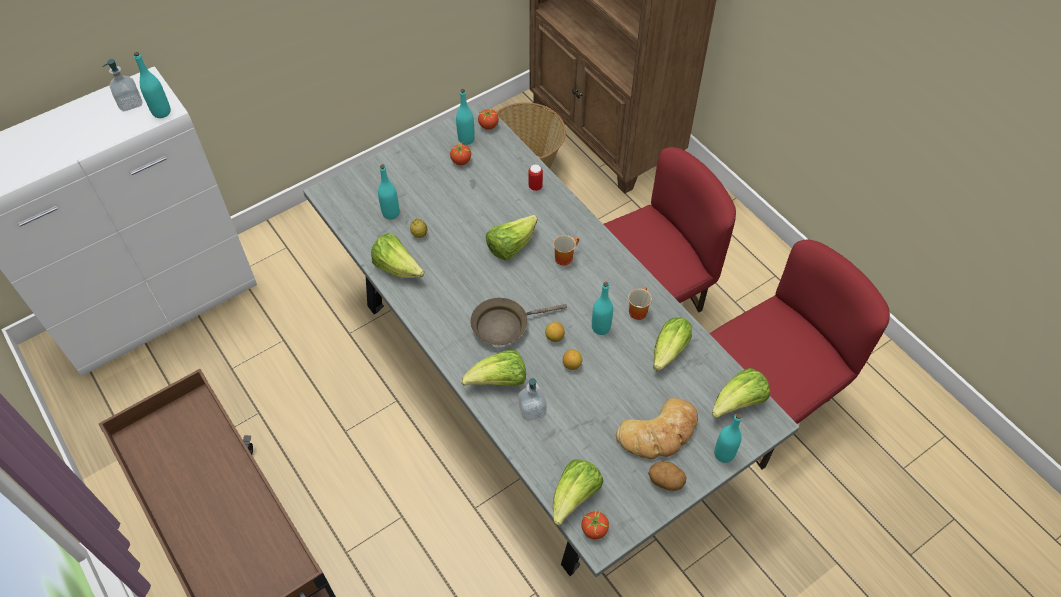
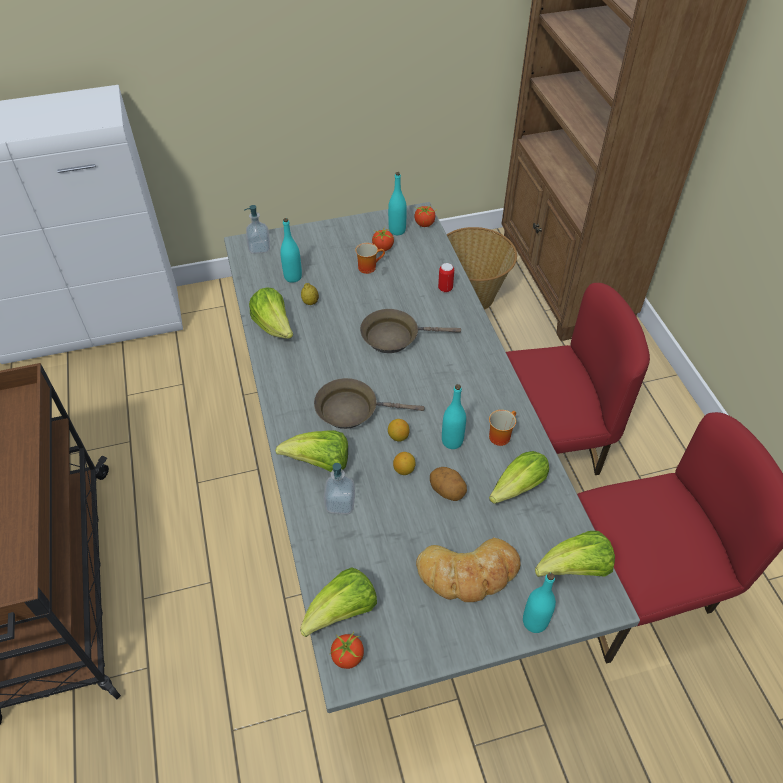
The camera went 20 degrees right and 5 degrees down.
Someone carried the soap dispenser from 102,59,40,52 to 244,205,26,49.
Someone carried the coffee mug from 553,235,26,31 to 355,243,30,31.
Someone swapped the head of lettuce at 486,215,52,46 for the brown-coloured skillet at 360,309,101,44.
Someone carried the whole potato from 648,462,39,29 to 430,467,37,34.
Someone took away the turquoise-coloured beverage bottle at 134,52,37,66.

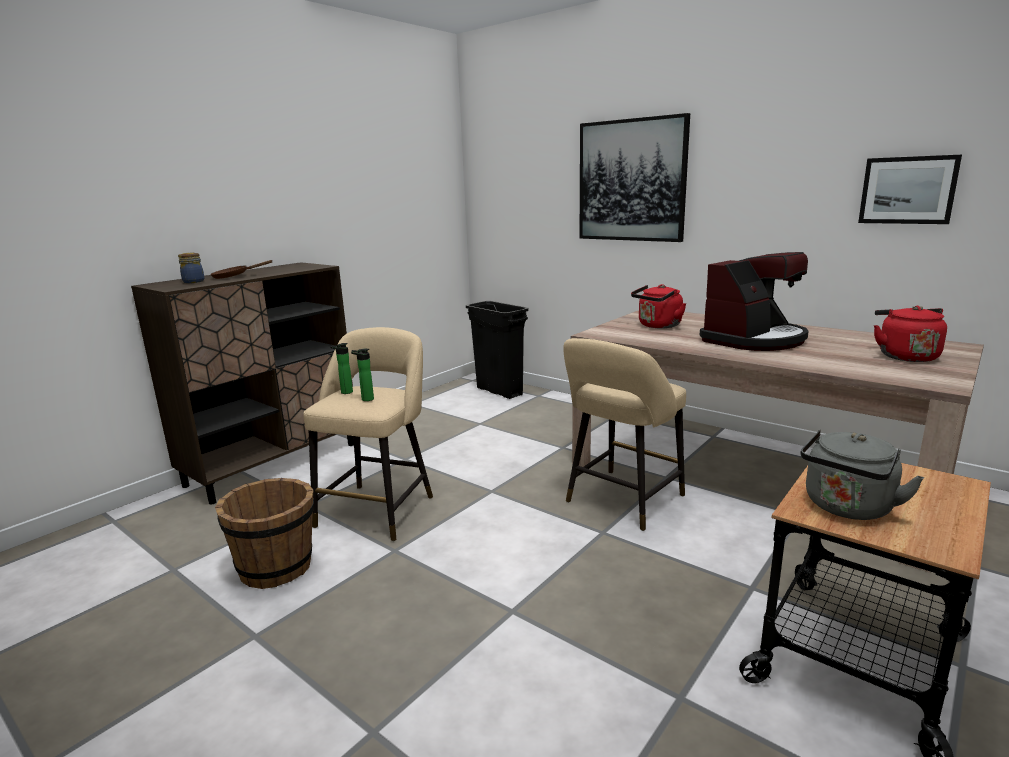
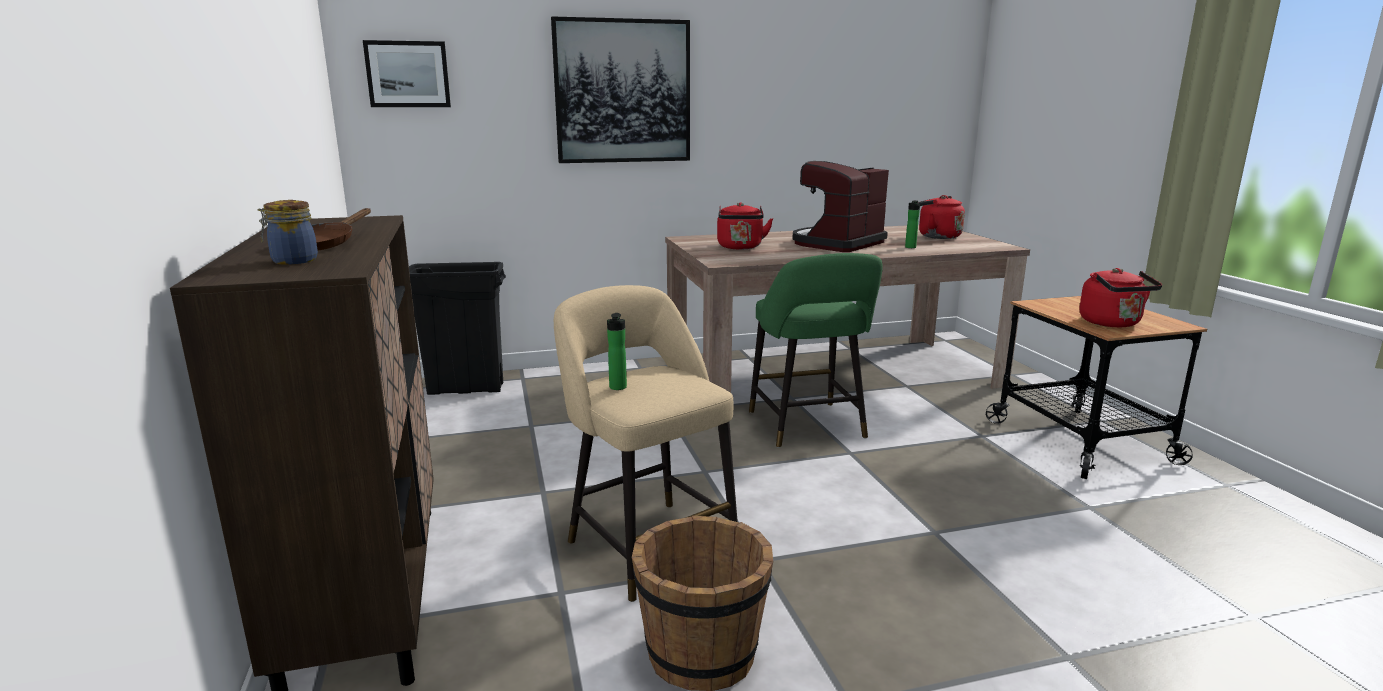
The camera went 55 degrees left and 0 degrees up.
Someone carried the wall art from 858,155,104,69 to 363,40,88,67.
Someone repainted the beige-coloured stool seat at 563,338,123,193, which became the green stool seat at 749,253,134,195.
Someone rotated the coffee machine at 700,252,109,99 by 135 degrees counterclockwise.
Someone carried the beverage bottle from 351,349,23,52 to 905,200,15,48.
Someone repainted the greyish water kettle at 801,429,123,91, which became the red water kettle at 1079,268,83,59.

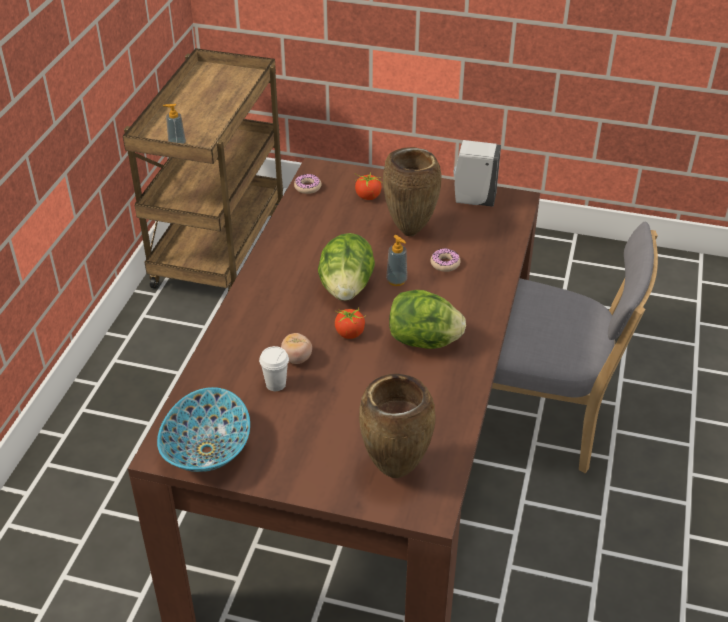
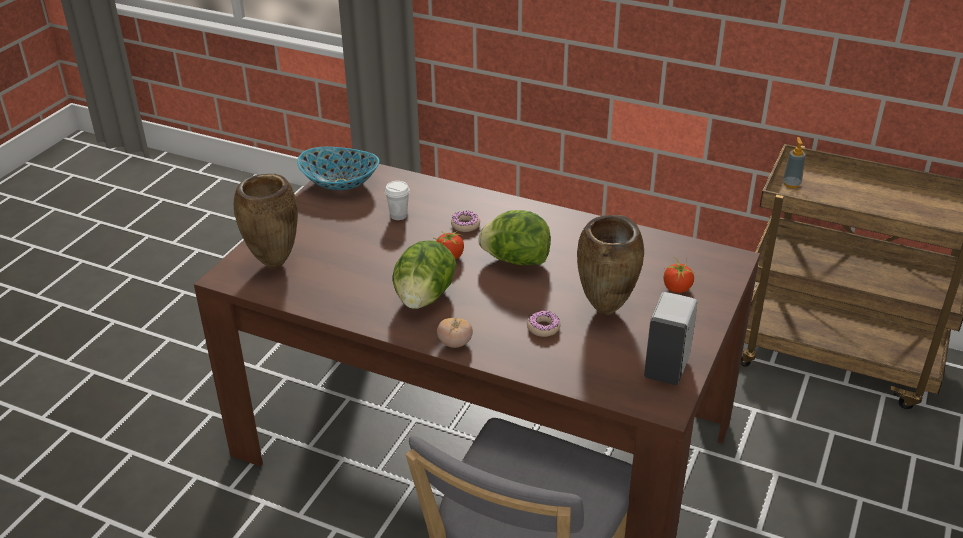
The camera went 100 degrees right and 5 degrees down.
Someone carried the fresh tomato from 281,333,31,31 to 437,318,36,30.
Someone carried the doughnut from 294,174,28,20 to 451,211,29,21.
Someone took away the soap dispenser at 386,235,21,51.

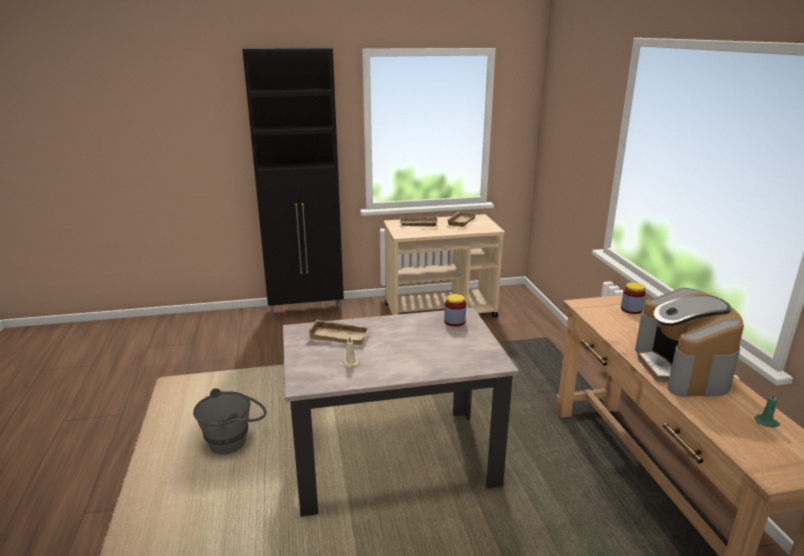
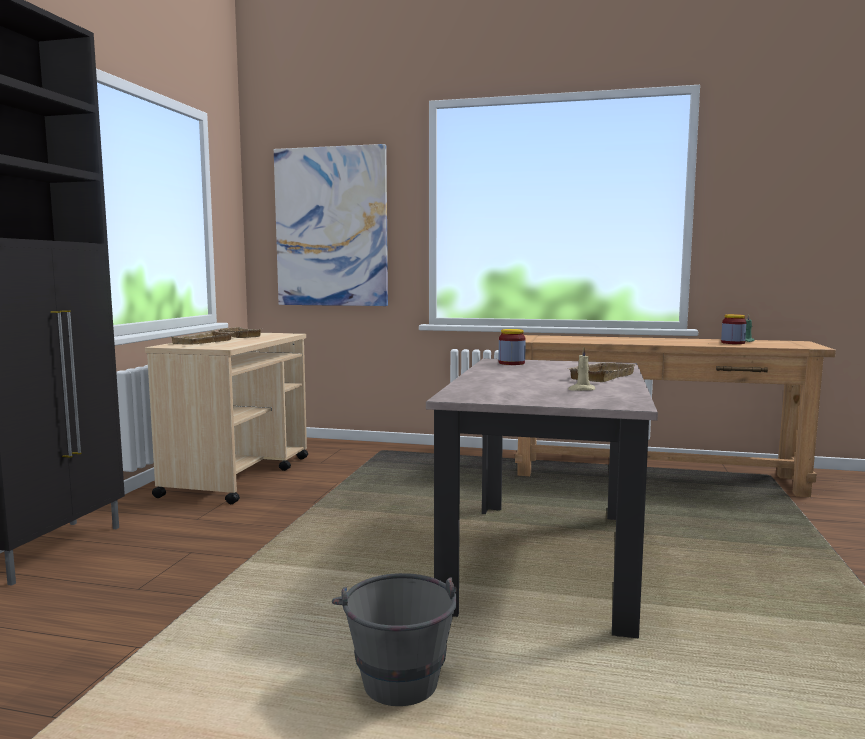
The camera went 65 degrees left and 15 degrees down.
Someone put up the wall art at 274,144,114,162.
Someone carried the beige-coloured serving tray from 307,320,63,25 to 565,362,71,20.
Someone carried the storage jar from 621,282,25,32 to 721,314,25,30.
Someone took away the coffee machine at 635,288,109,109.

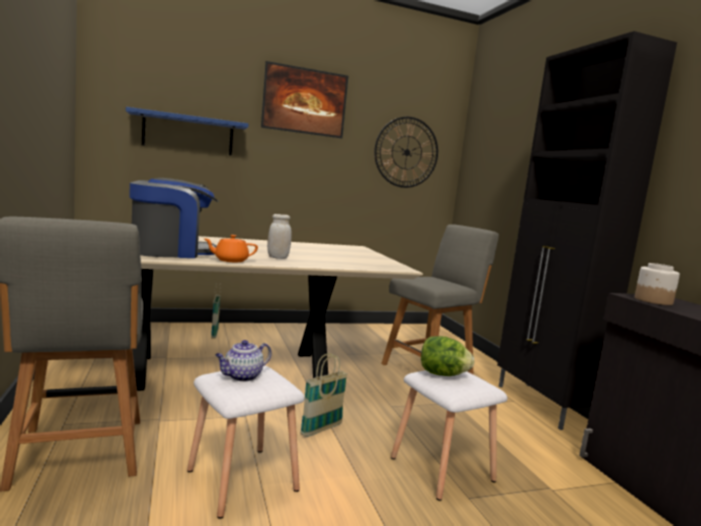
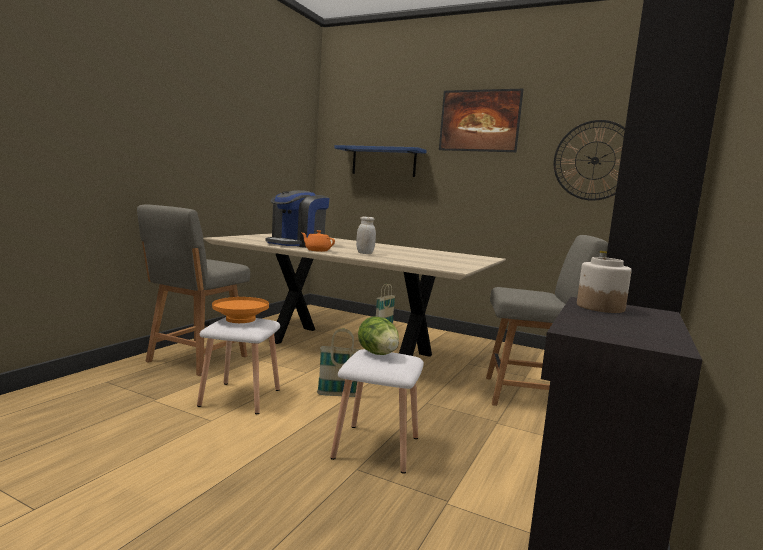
The camera went 45 degrees right and 0 degrees up.
Someone swapped the tea pot at 215,340,57,42 for the orange-coloured bowl at 212,297,57,26.
Someone rotated the coffee machine at 129,178,90,80 by 105 degrees clockwise.

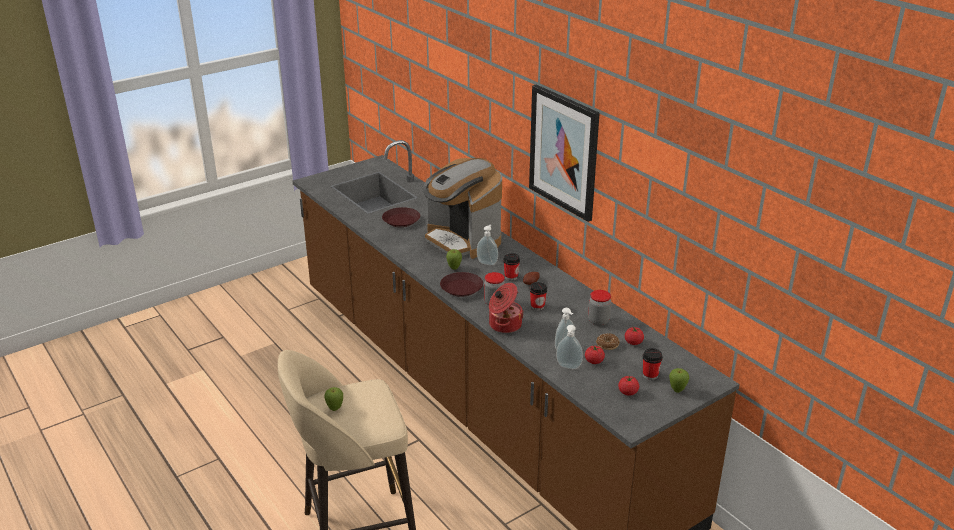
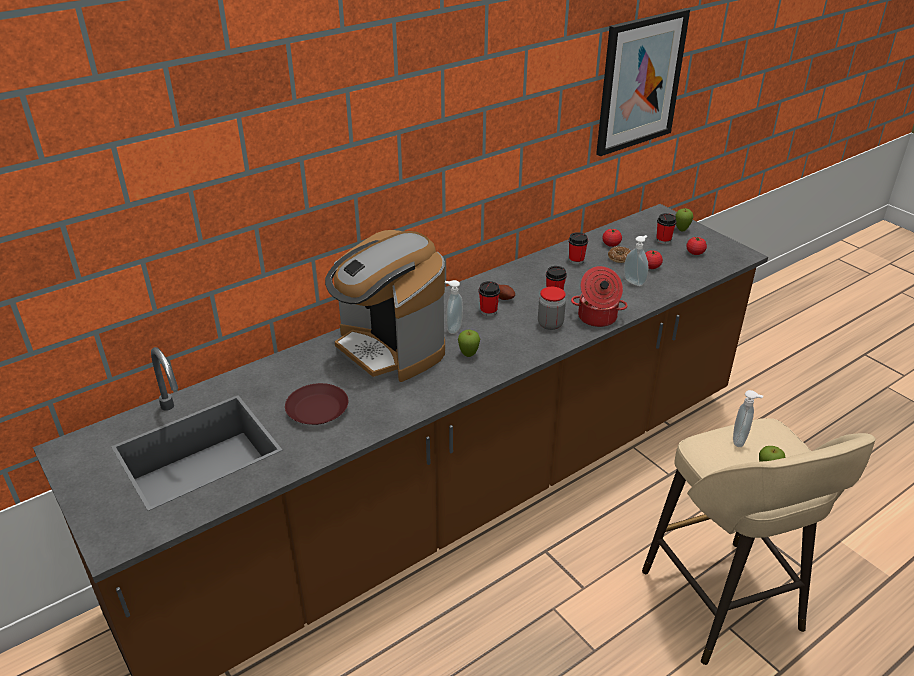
The camera went 90 degrees left and 5 degrees up.
Someone rotated the coffee machine at 422,158,80,101 by 90 degrees clockwise.
Someone swapped the storage jar at 588,290,23,36 for the small cup at 568,232,20,32.
Someone carried the wall art from 529,85,71,137 to 596,8,94,148.
Someone carried the soap dispenser from 556,325,27,44 to 733,390,30,57.
Someone took away the brown-coloured dinner plate at 440,272,43,25.

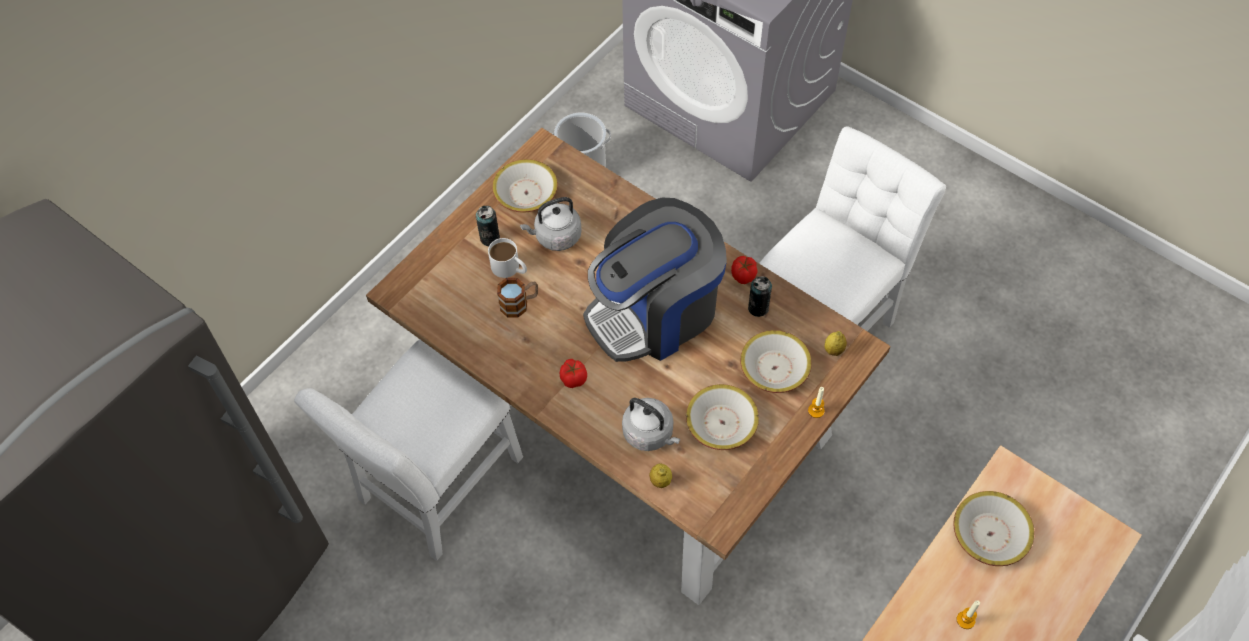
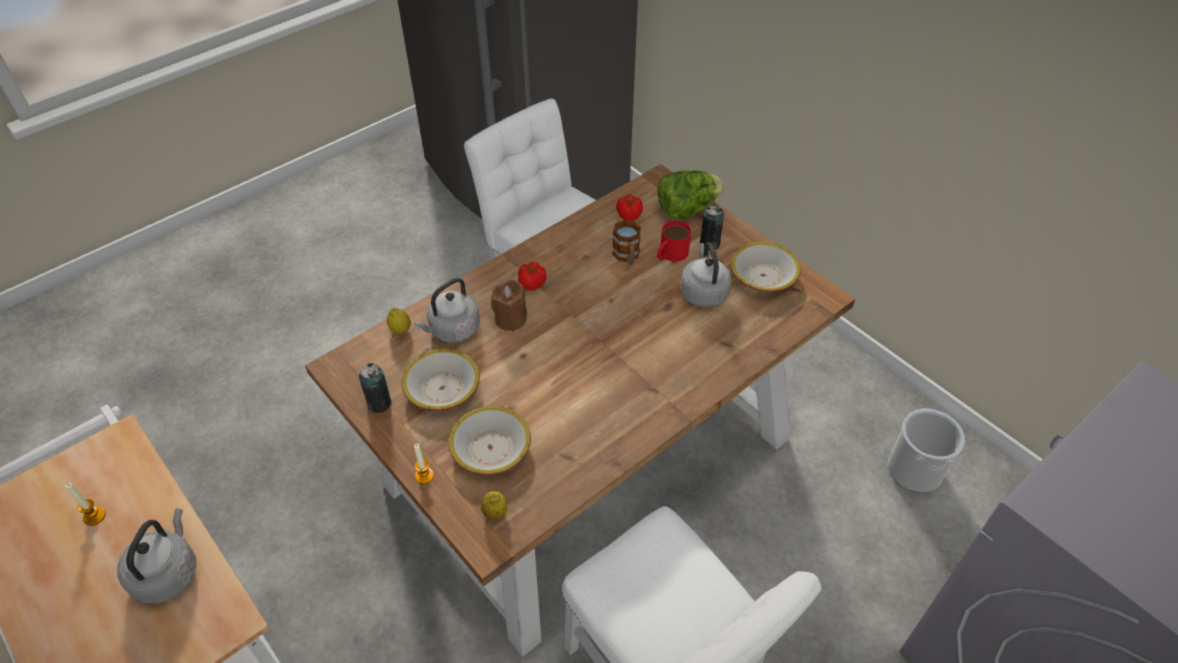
The camera went 100 degrees right and 10 degrees down.
Someone swapped the bowl at 953,491,81,75 for the greyish water kettle at 117,508,79,96.
Someone carried the metal can from 748,276,24,41 to 359,363,33,50.
Someone put down the brown-coloured wax light at 491,280,36,51.
Someone carried the fresh tomato from 731,256,26,28 to 616,194,27,27.
Someone put down the head of lettuce at 657,170,67,49.
Someone repainted the whitish coffee mug at 488,238,39,40, which became the red coffee mug at 657,221,34,41.
Someone took away the coffee machine at 583,197,144,165.

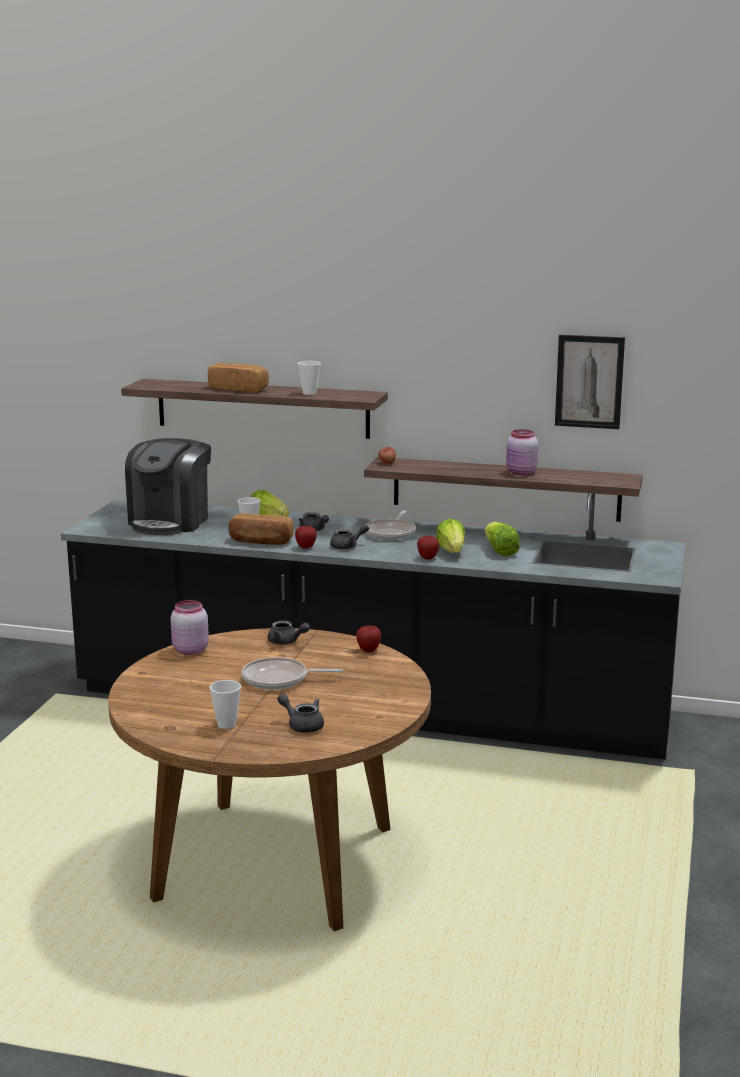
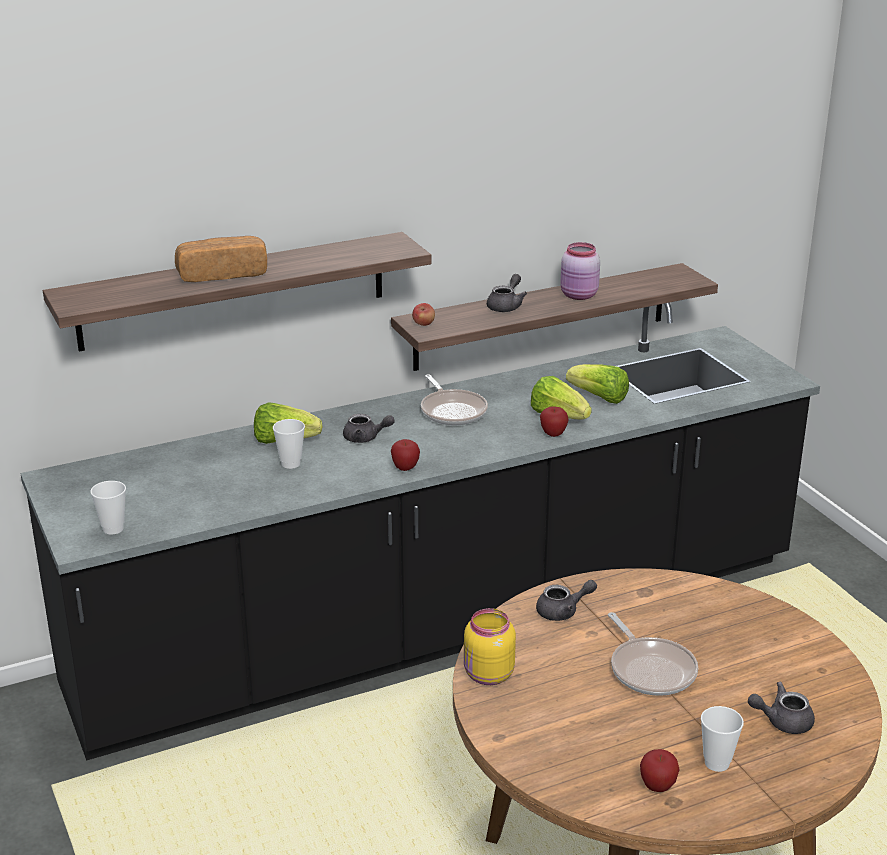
The camera went 40 degrees left and 10 degrees up.
Someone carried the small cup from 298,361,23,34 to 90,481,36,54.
Someone repainted the pink-coloured storage jar at 171,600,38,55, which became the yellow storage jar at 464,608,52,77.
Someone carried the greyish tea pot from 330,524,39,25 to 487,274,40,38.
Someone rotated the skillet at 241,657,102,33 by 75 degrees counterclockwise.
Someone carried the whole apple from 356,625,25,27 to 640,749,40,43.
Someone took away the coffee machine at 125,438,86,97.
Someone took away the baked bread at 228,513,66,32.
Someone took away the wall art at 555,335,70,94.

